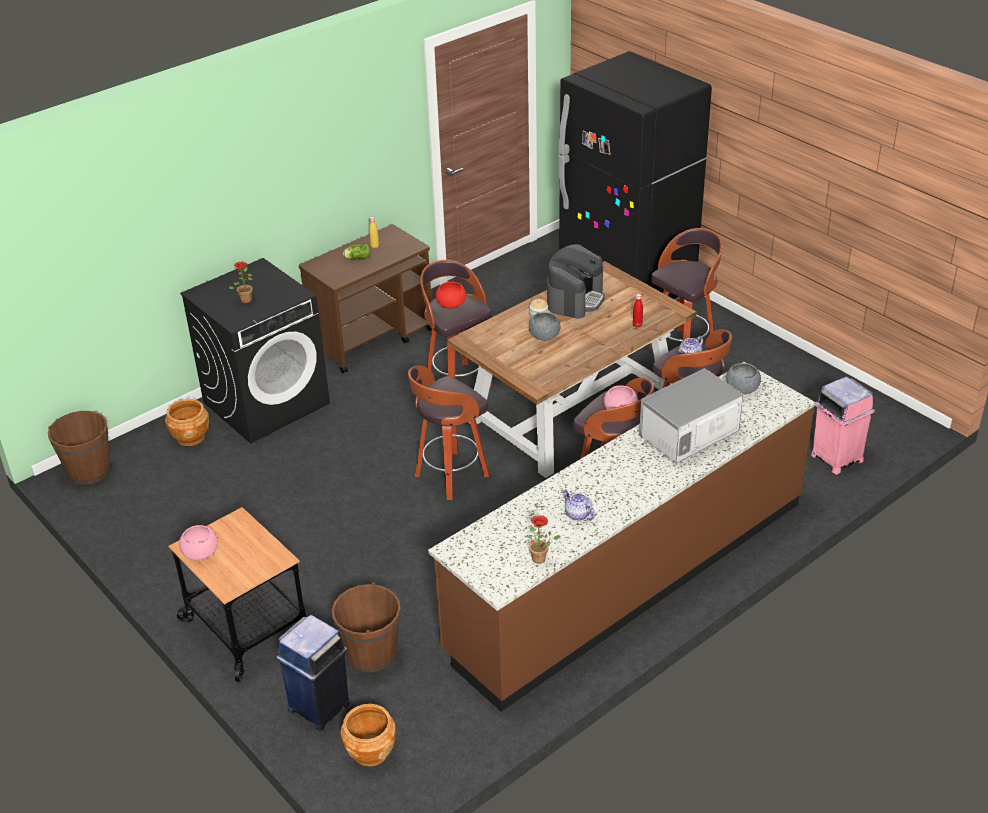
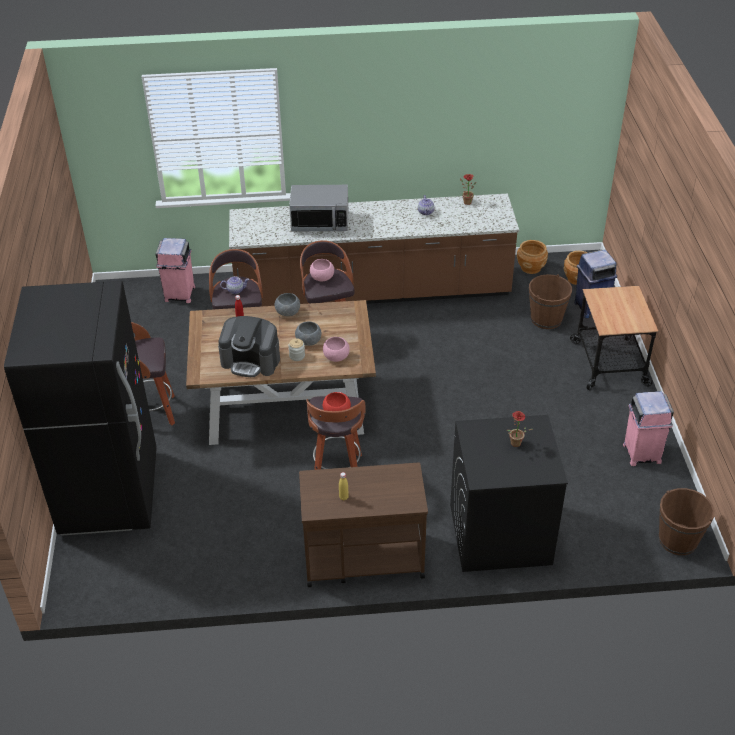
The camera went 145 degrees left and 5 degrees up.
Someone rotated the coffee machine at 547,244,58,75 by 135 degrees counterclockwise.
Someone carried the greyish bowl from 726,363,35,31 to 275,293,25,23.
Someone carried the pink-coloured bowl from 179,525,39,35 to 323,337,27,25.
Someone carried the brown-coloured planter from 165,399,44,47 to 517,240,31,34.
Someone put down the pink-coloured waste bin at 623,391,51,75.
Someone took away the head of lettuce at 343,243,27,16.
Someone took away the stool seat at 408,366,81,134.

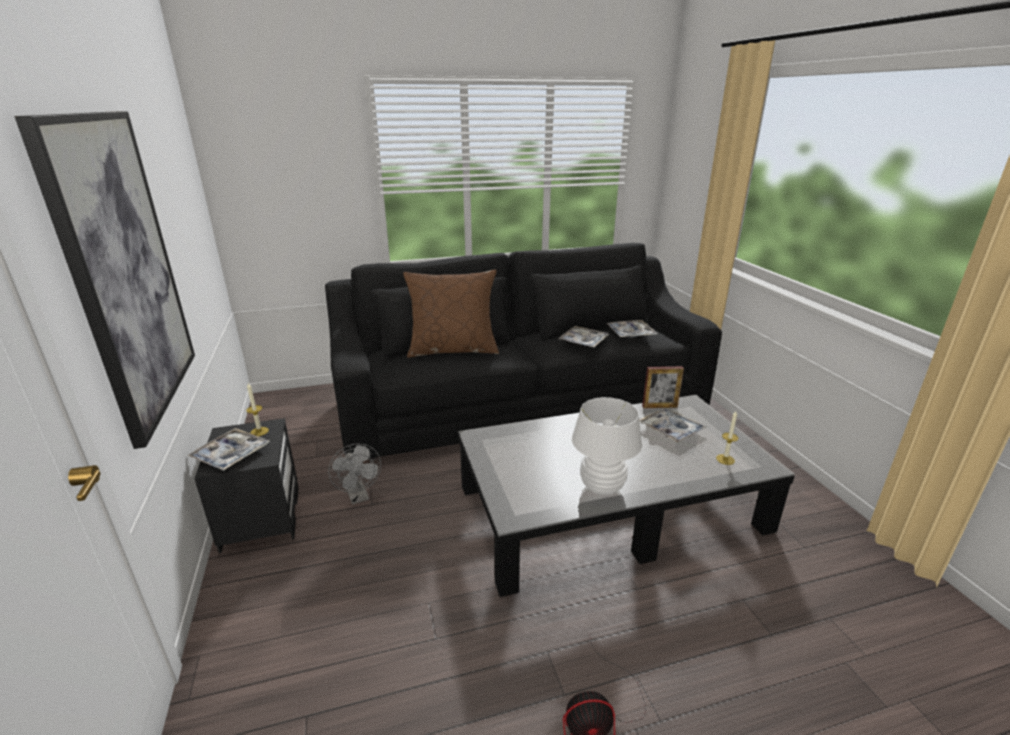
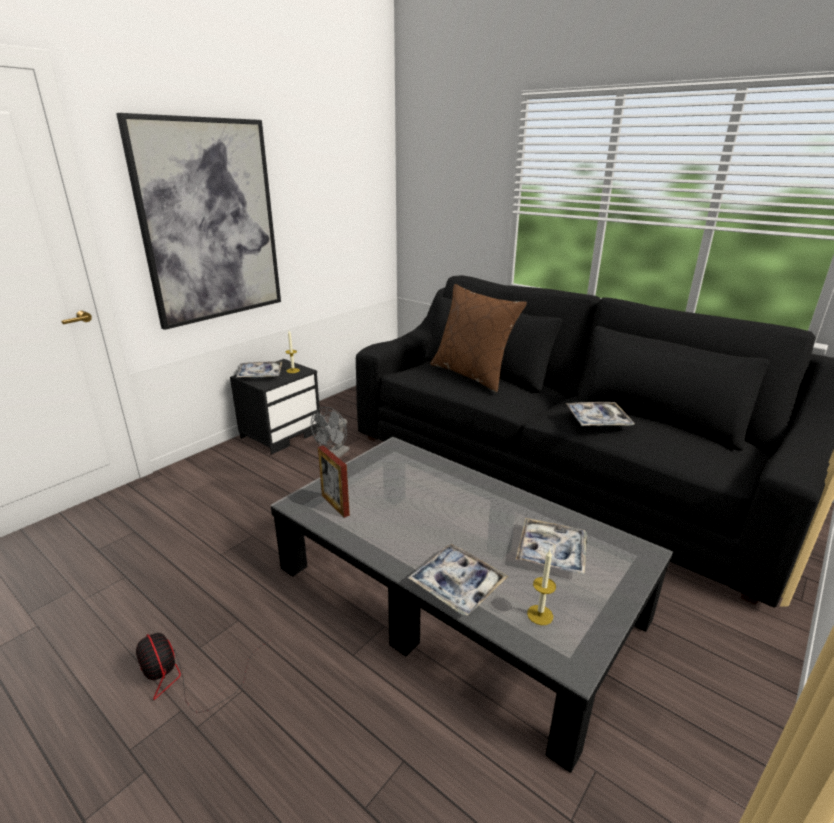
The camera went 55 degrees right and 0 degrees up.
Someone carried the photo frame from 642,366,42,42 to 318,445,32,73.
Someone carried the serving tray from 607,320,51,17 to 408,544,100,72.
Someone took away the whitish table lamp at 572,397,70,98.

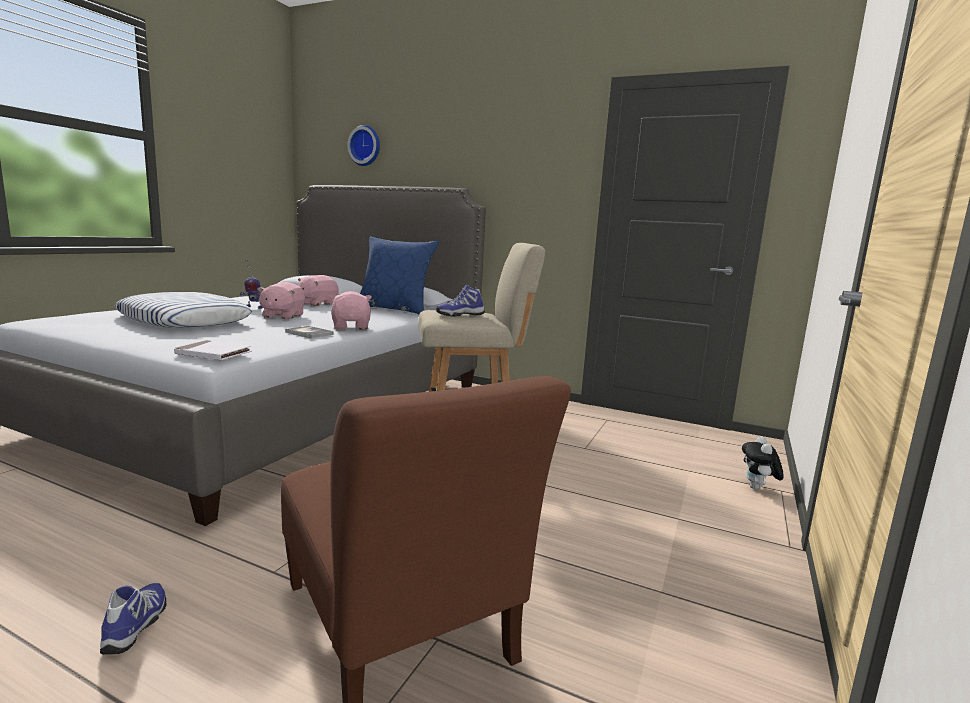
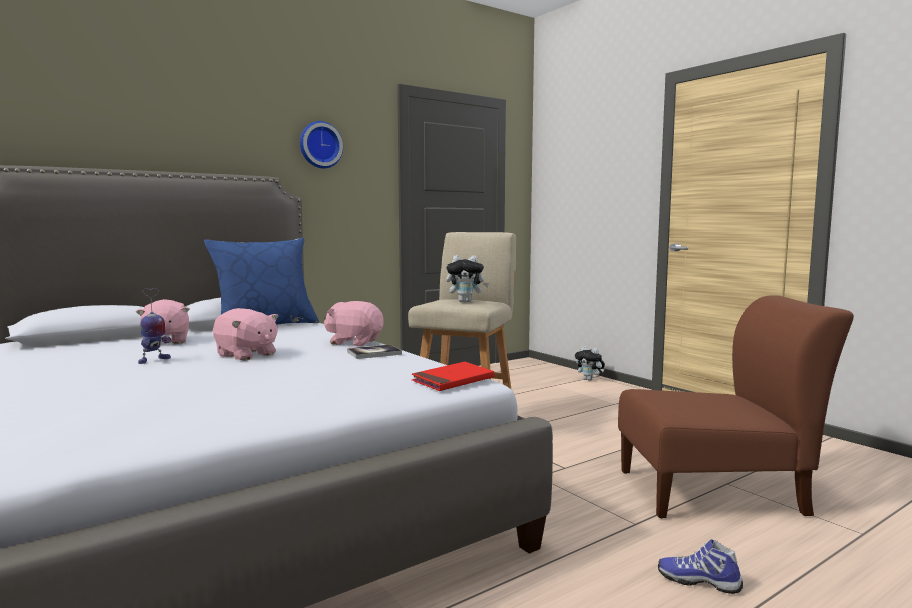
The camera went 60 degrees left and 5 degrees down.
Someone carried the hanging clock from 347,125,33,41 to 300,121,43,47.
Someone repainted the whitish bound book at 174,340,78,20, which became the red bound book at 412,362,82,29.
Someone swapped the shoe at 436,285,49,31 for the cuddly toy at 446,255,43,47.
Someone took away the throw pillow at 115,292,137,36.

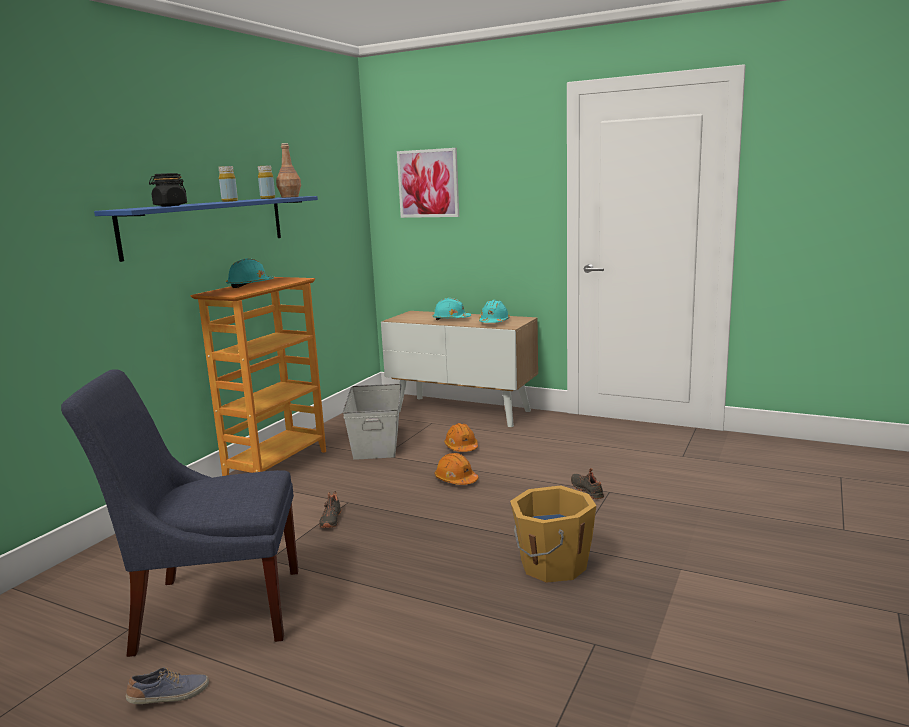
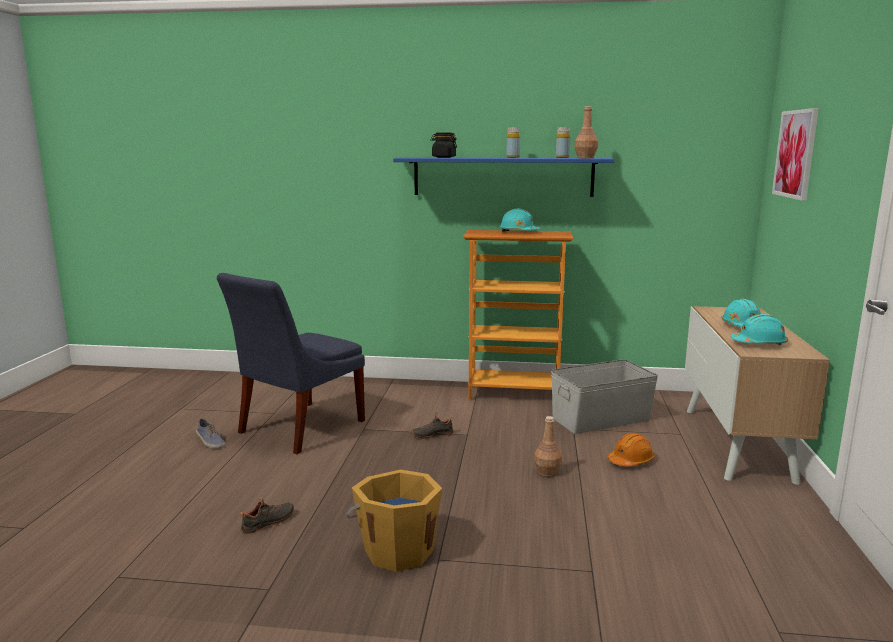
The camera went 70 degrees right and 0 degrees up.
Someone rotated the blue plain chair at 61,369,238,288 by 120 degrees counterclockwise.
Someone carried the black-coloured shoe from 571,468,33,31 to 240,497,54,37.
Someone swapped the orange-coloured safety helmet at 435,453,44,32 for the brown-coloured beverage bottle at 534,416,28,61.

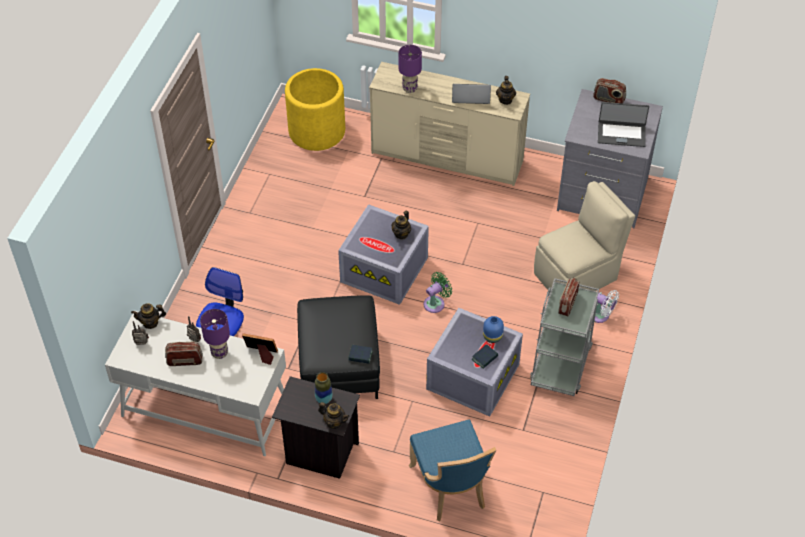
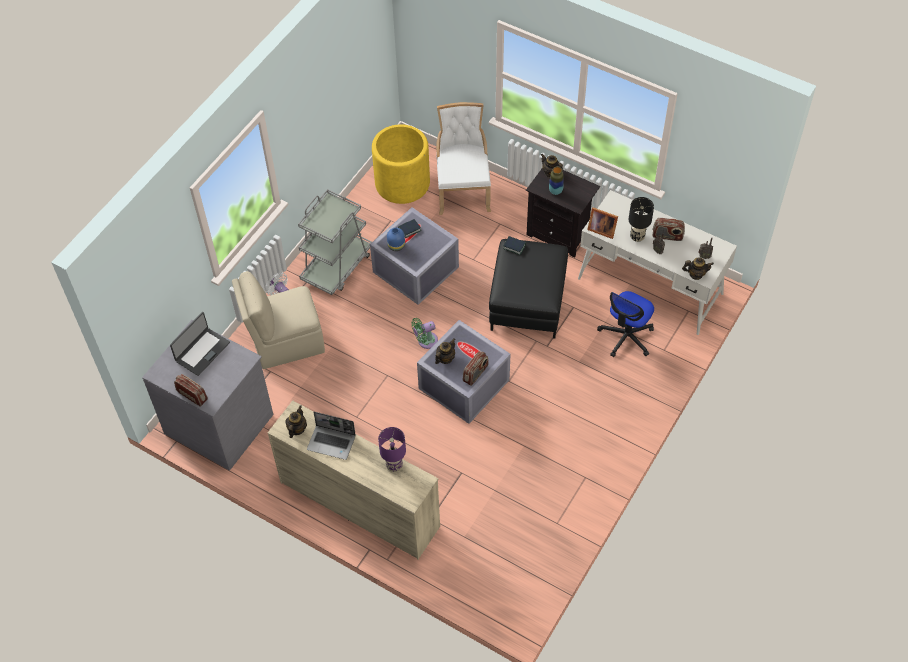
The camera went 165 degrees left and 5 degrees up.
Someone rotated the portable computer at 598,102,51,45 by 105 degrees clockwise.
Someone carried the yellow planter from 285,68,60,83 to 372,124,58,80.
Someone repainted the blue plain chair at 409,420,87,101, which became the whitish plain chair at 436,102,55,113.
Someone carried the radio receiver from 558,278,21,39 to 463,351,26,35.
Someone repainted the purple-coloured table lamp at 200,309,30,50, which became the black-coloured table lamp at 629,197,25,45.

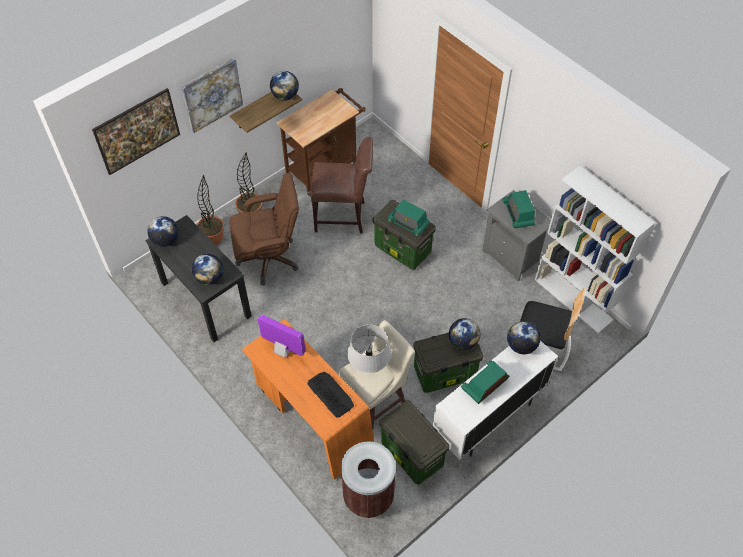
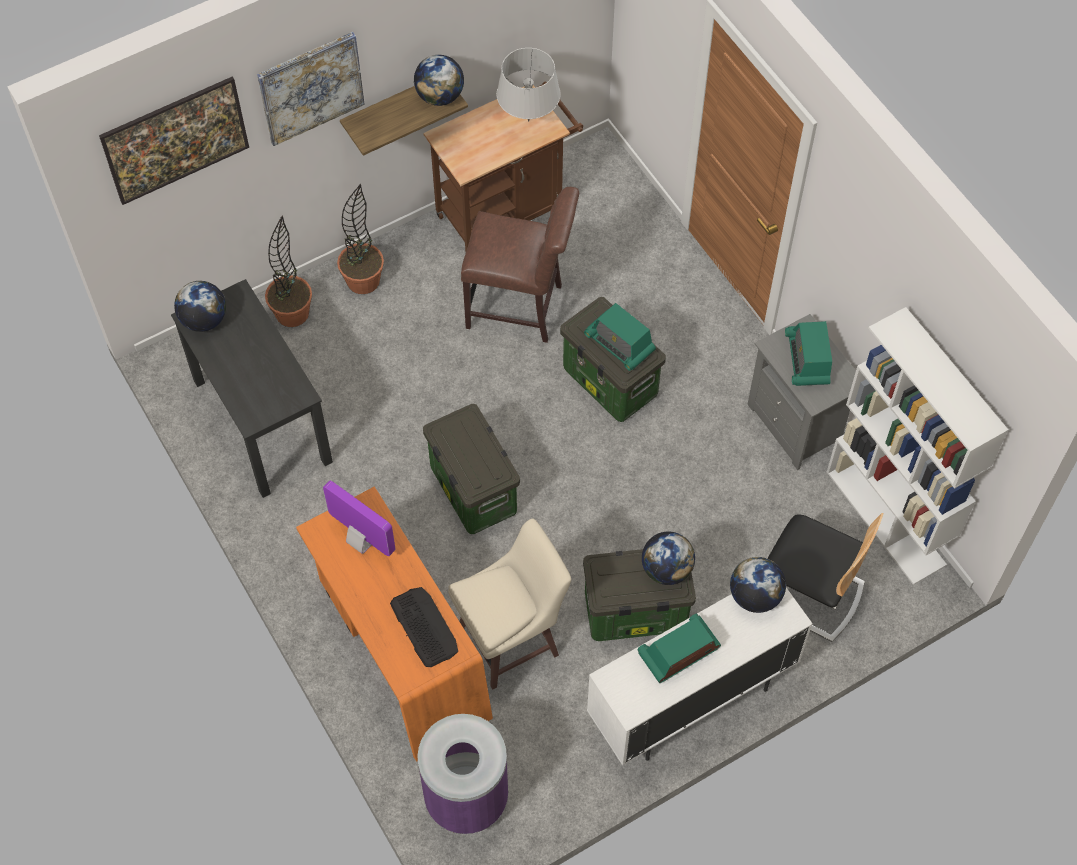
The camera went 10 degrees right and 5 degrees up.
Someone repainted the brown-coloured waste bin at 341,441,55,77, which became the purple-coloured waste bin at 417,714,91,120.
Someone carried the storage bin from 379,400,71,85 to 423,404,97,130.
Someone carried the greyish table lamp from 347,324,44,49 to 497,48,64,74.
Someone took away the desk globe at 192,254,31,31.
Someone took away the brown-coloured office chair at 229,172,70,113.

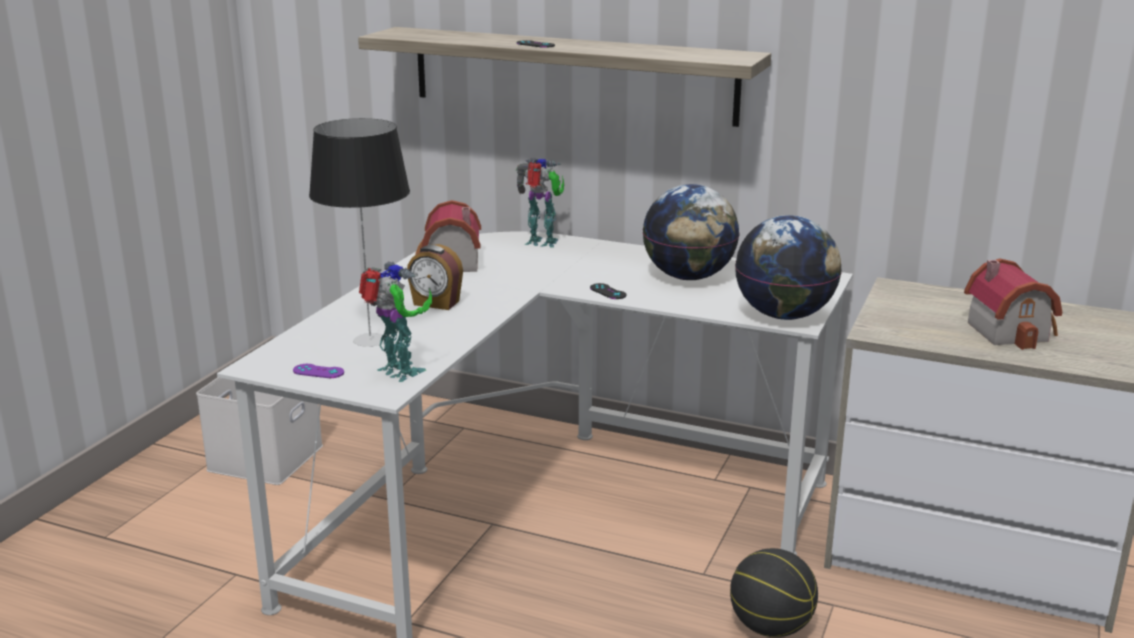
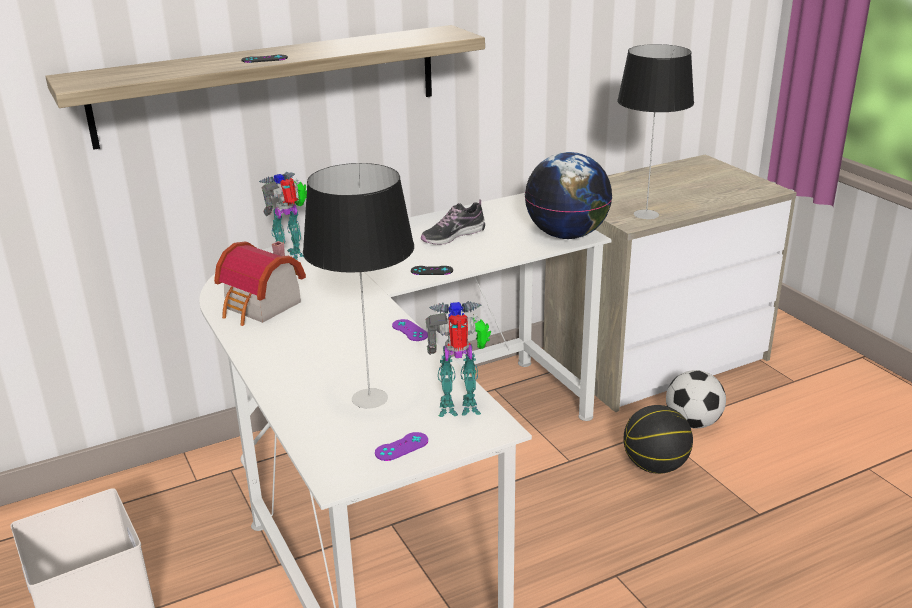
The camera went 50 degrees left and 5 degrees up.
Someone put down the purple-coloured joypad at 392,319,36,22.
Someone swapped the desk globe at 643,184,97,96 for the shoe at 421,199,64,46.
Someone put down the table lamp at 617,44,77,175.
Someone put down the football ball at 666,370,60,58.
Someone took away the table clock at 407,244,56,66.
Someone took away the model house at 964,258,98,92.

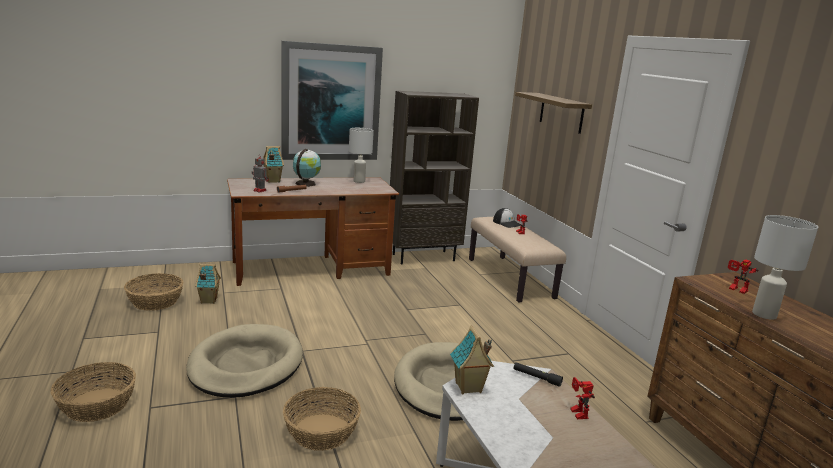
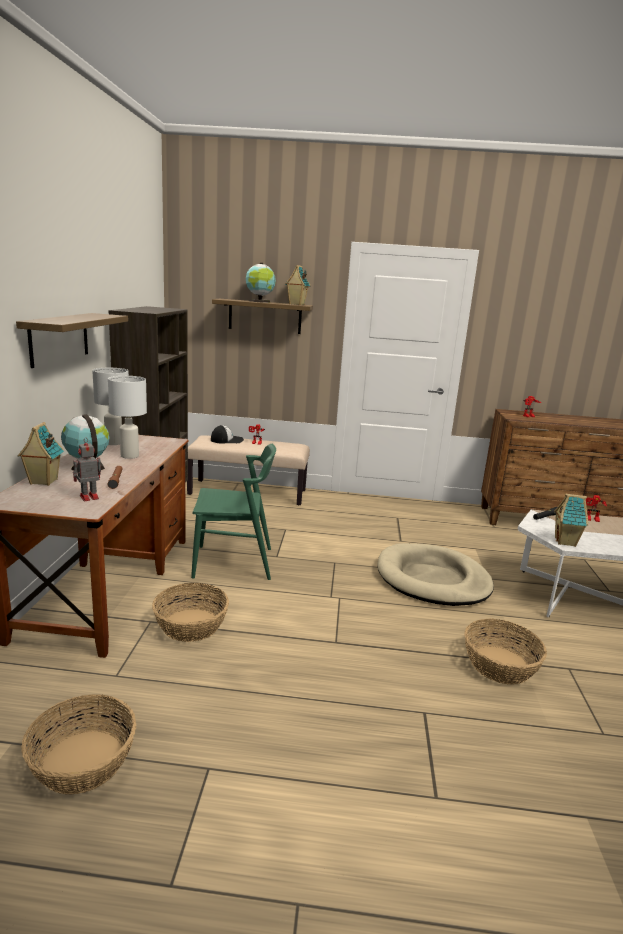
The camera went 65 degrees left and 0 degrees up.
Someone swapped the wall art at 281,41,102,119 for the bracket shelf at 16,313,112,55.
Someone carried the whitish table lamp from 752,215,66,105 to 108,376,39,83.
Someone carried the basket from 50,362,86,60 to 152,583,77,59.
Someone put down the green plain chair at 191,444,85,136.
Someone put down the desk globe at 246,263,30,40.
Someone carried the model house from 195,264,26,40 to 285,265,25,40.
Someone took away the beige-coloured dog cushion at 186,324,117,74.

